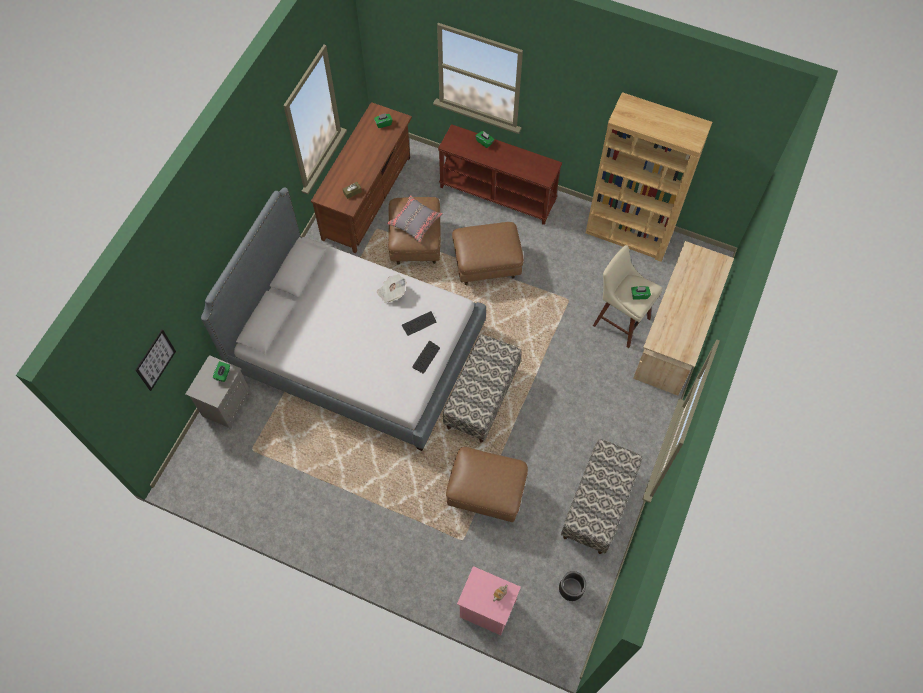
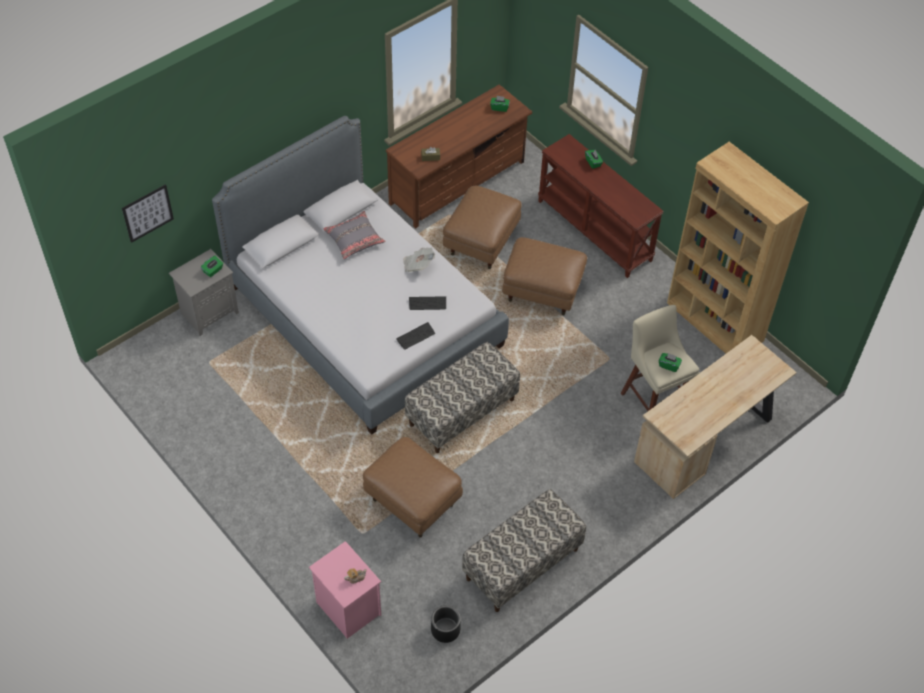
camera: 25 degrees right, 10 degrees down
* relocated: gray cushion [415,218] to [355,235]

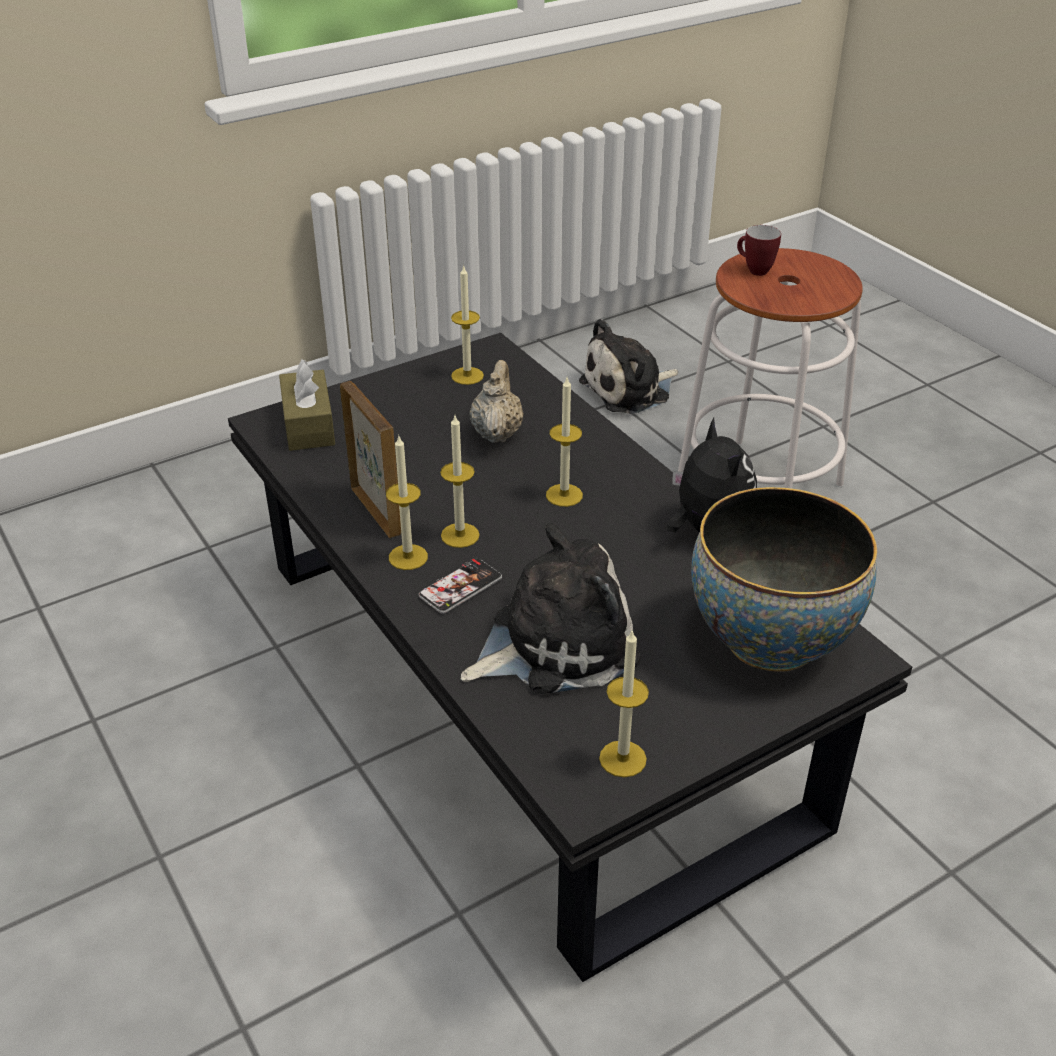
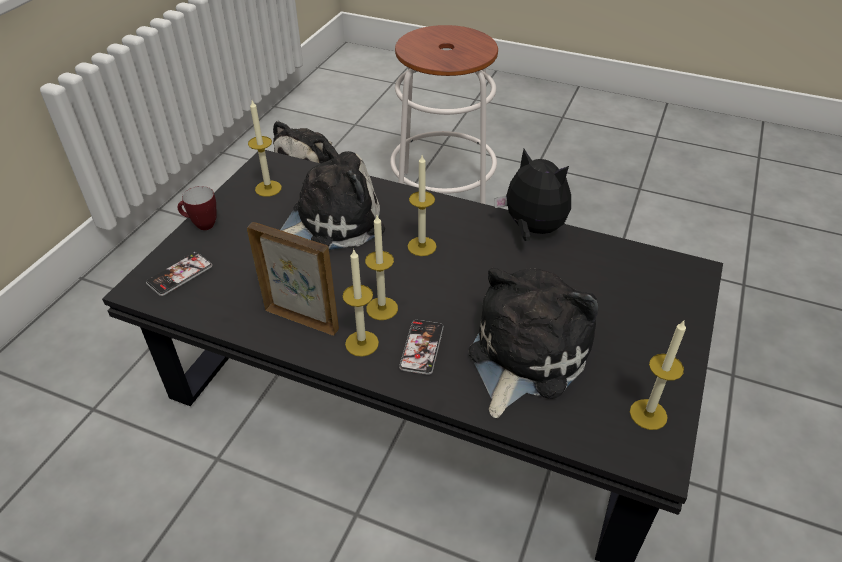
camera: 35 degrees left, 5 degrees up
* relocated: coffee mug [759,250] to [197,208]
* exchanged: brown tissue holder [307,405] to handset [179,274]
* exchanged: beige pot for tea [496,401] to cuddly toy [333,195]
* missing: deep dish [784,579]

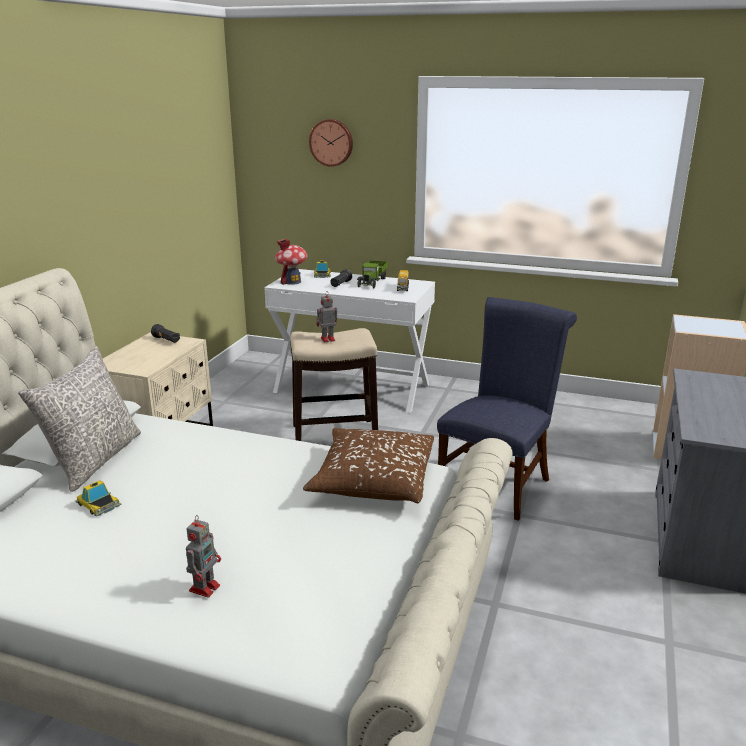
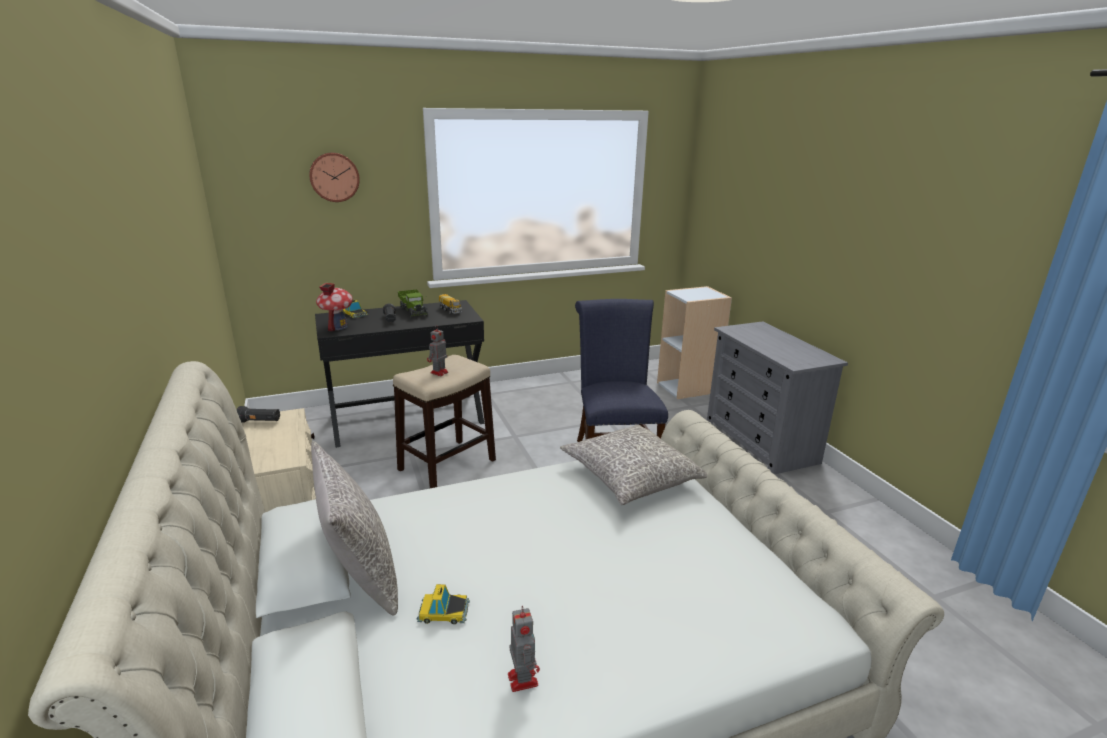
camera: 40 degrees left, 0 degrees up
* colour: white-coloured desk table [349,341] to black desk table [400,374]
* colour: brown cushion [368,465] to gray cushion [634,464]
* relocated: toy robot [203,556] to [524,649]

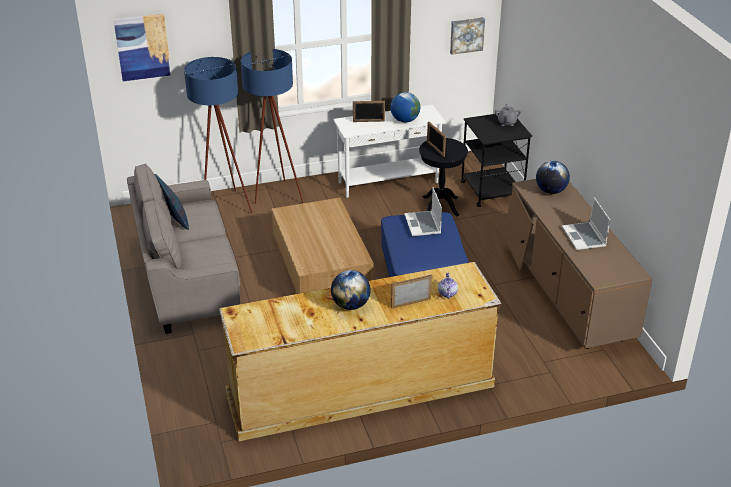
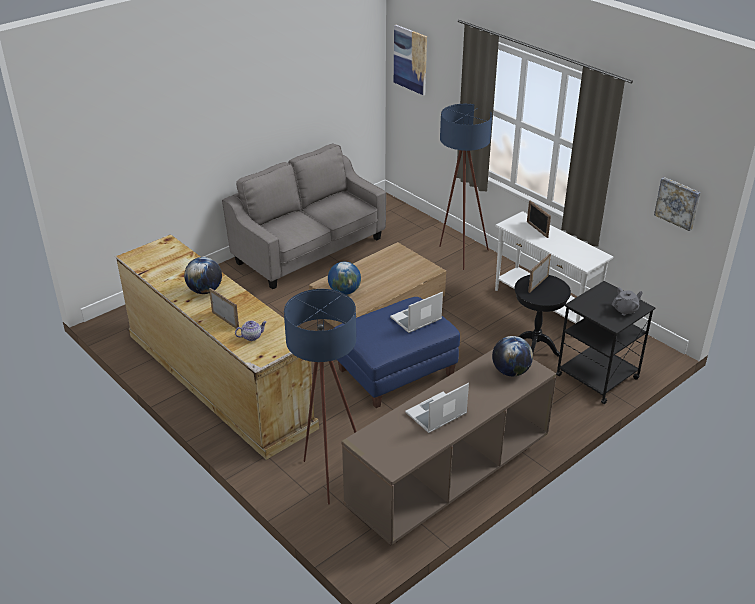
camera: 65 degrees right, 0 degrees up
* relocated: blue-coloured floor lamp [218,135] to [320,397]
* relocated: desk globe [405,107] to [344,278]
* missing: blue-coloured cushion [172,202]

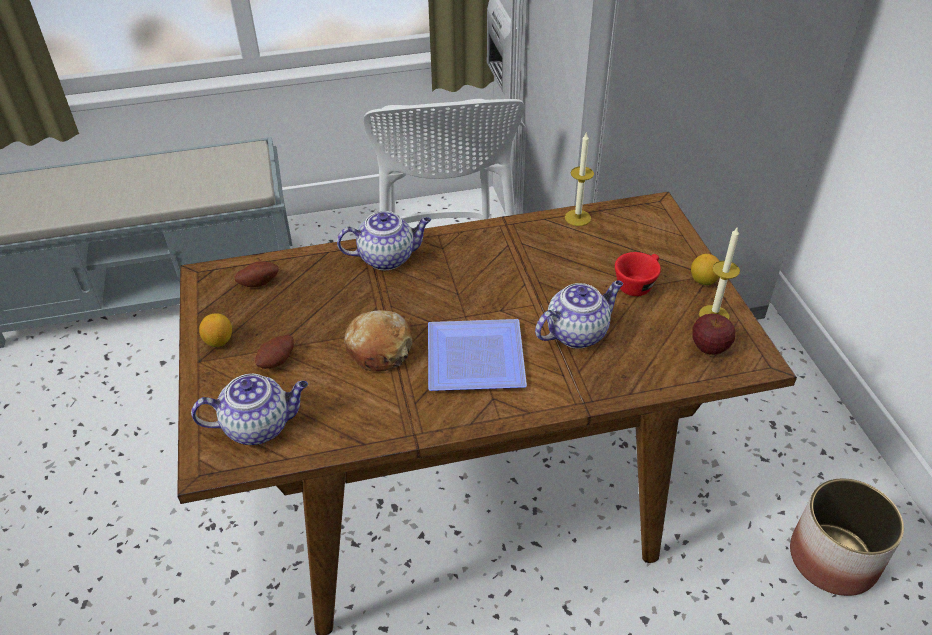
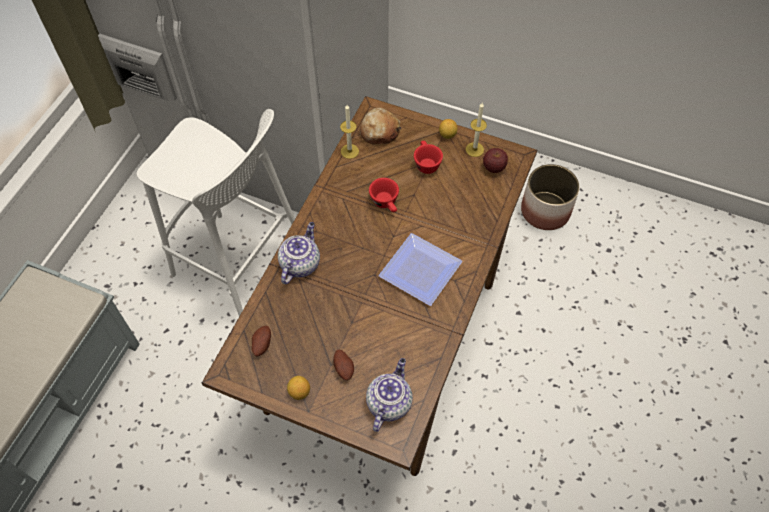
camera: 55 degrees left, 15 degrees up
* missing: pot for tea [579,315]
* relocated: bread [378,341] to [380,126]
* appeared: red-coloured cup [384,195]

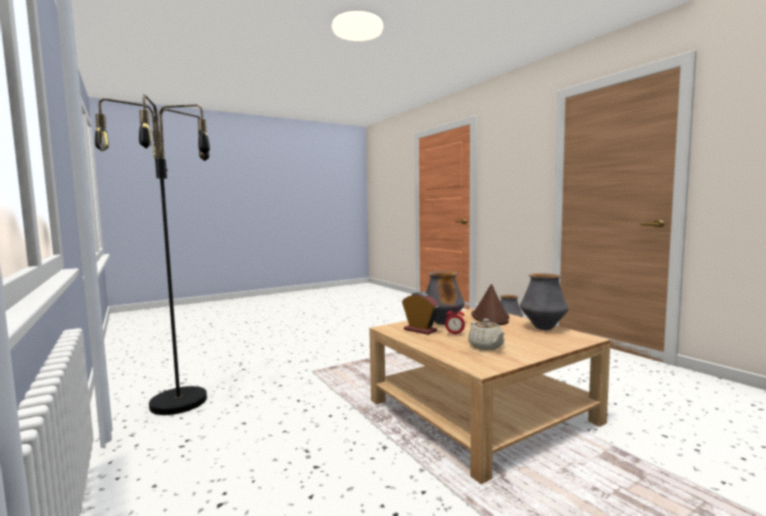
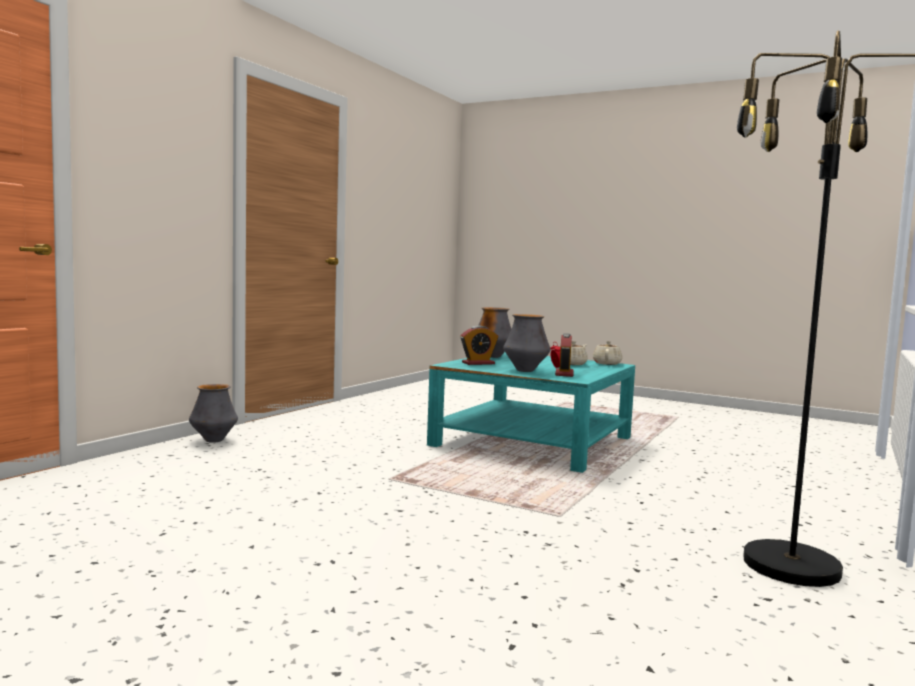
camera: 120 degrees left, 0 degrees up
* exchanged: brown hat [490,304] to table clock [479,345]
* colour: beige coffee table [489,396] to turquoise-coloured coffee table [531,412]
* appeared: beige pot for tea [607,353]

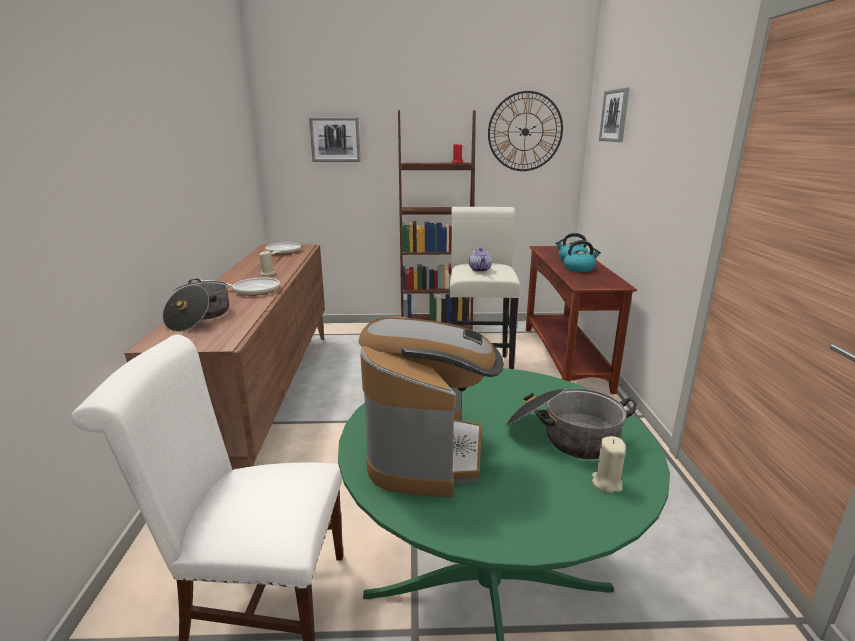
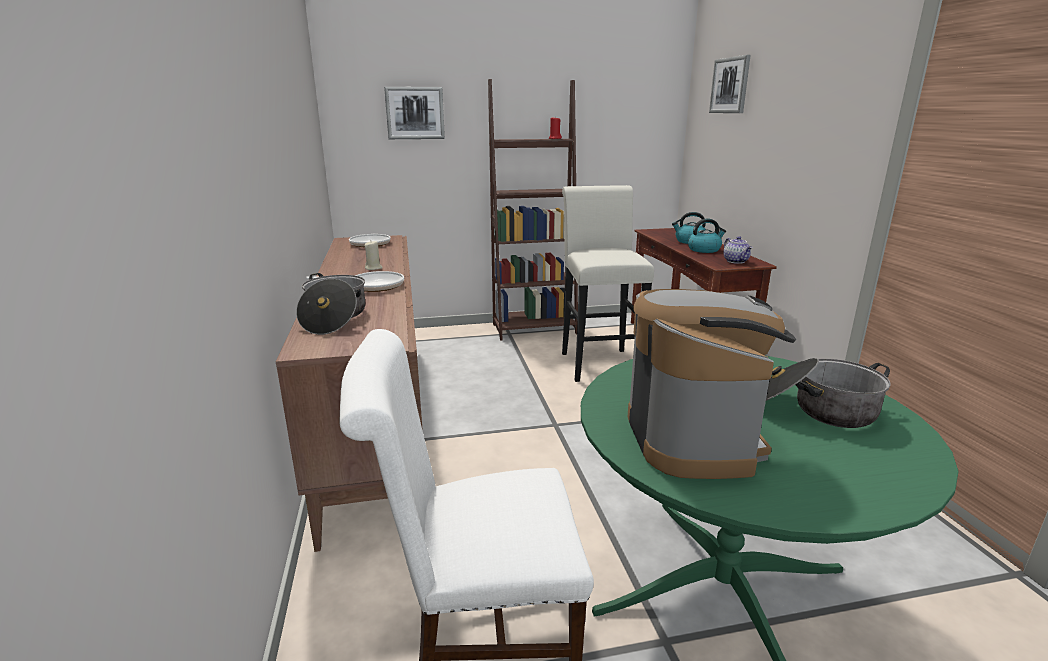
camera: 10 degrees left, 0 degrees up
* missing: wall clock [525,131]
* relocated: pot for tea [480,260] to [738,250]
* missing: beige candle [609,464]

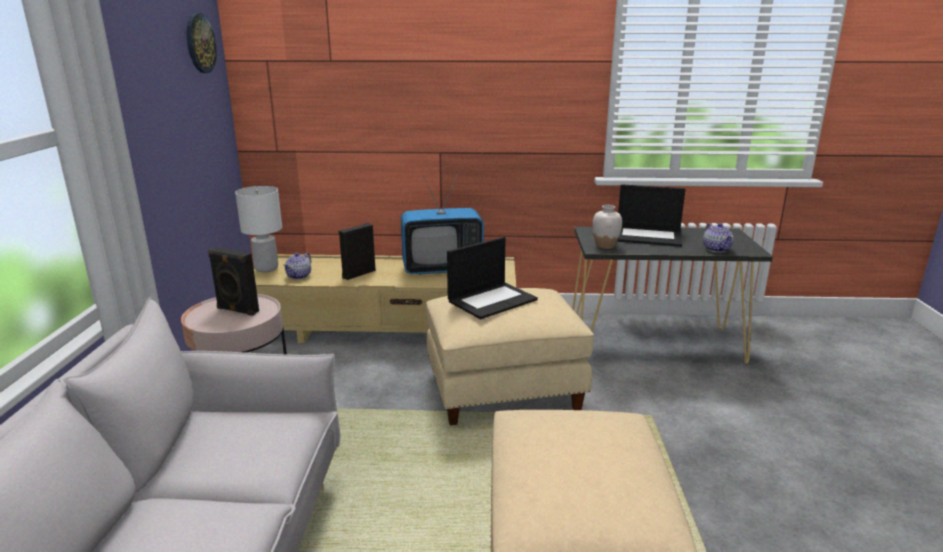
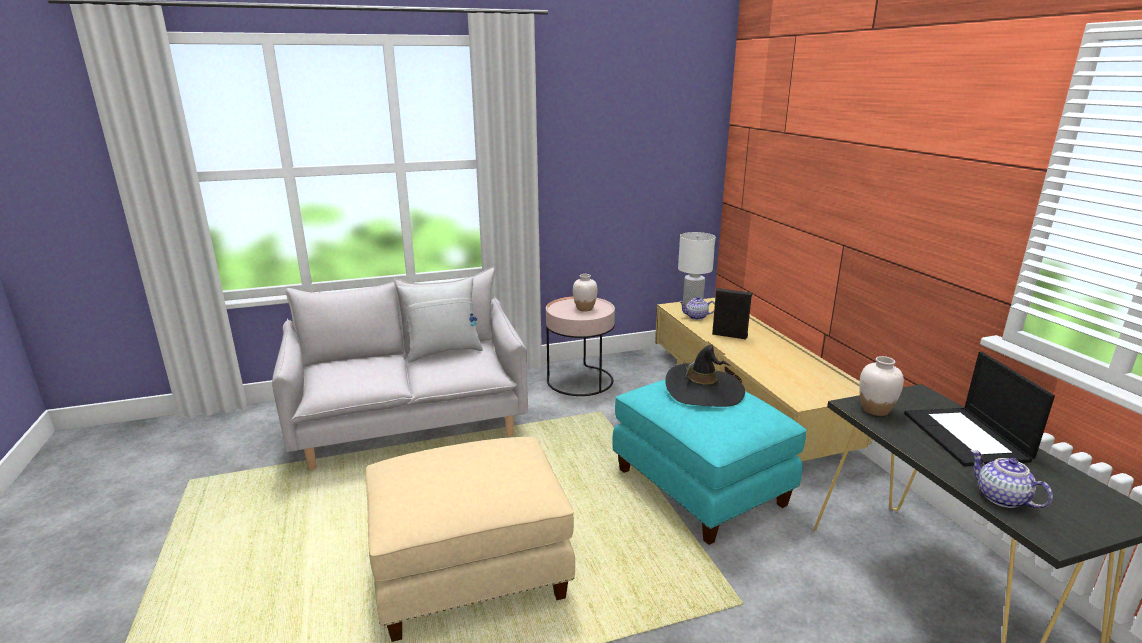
camera: 70 degrees right, 0 degrees up
* missing: wall clock [202,43]
* missing: TV set [442,224]
* spun: pot for tea [718,238] = [1011,479] 90 degrees clockwise
* exchanged: notebook computer [492,278] to black hat [705,376]
* exchanged: black speaker [233,281] to white-coloured vase [585,293]
* colour: beige ottoman [510,356] to turquoise-coloured ottoman [709,462]
* appeared: gray cushion [440,319]

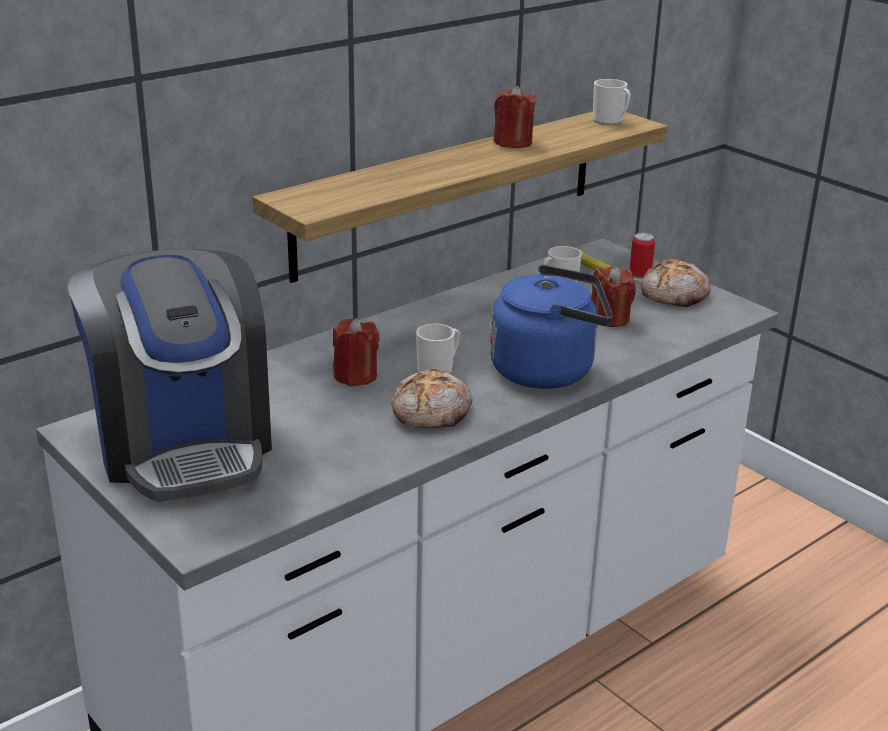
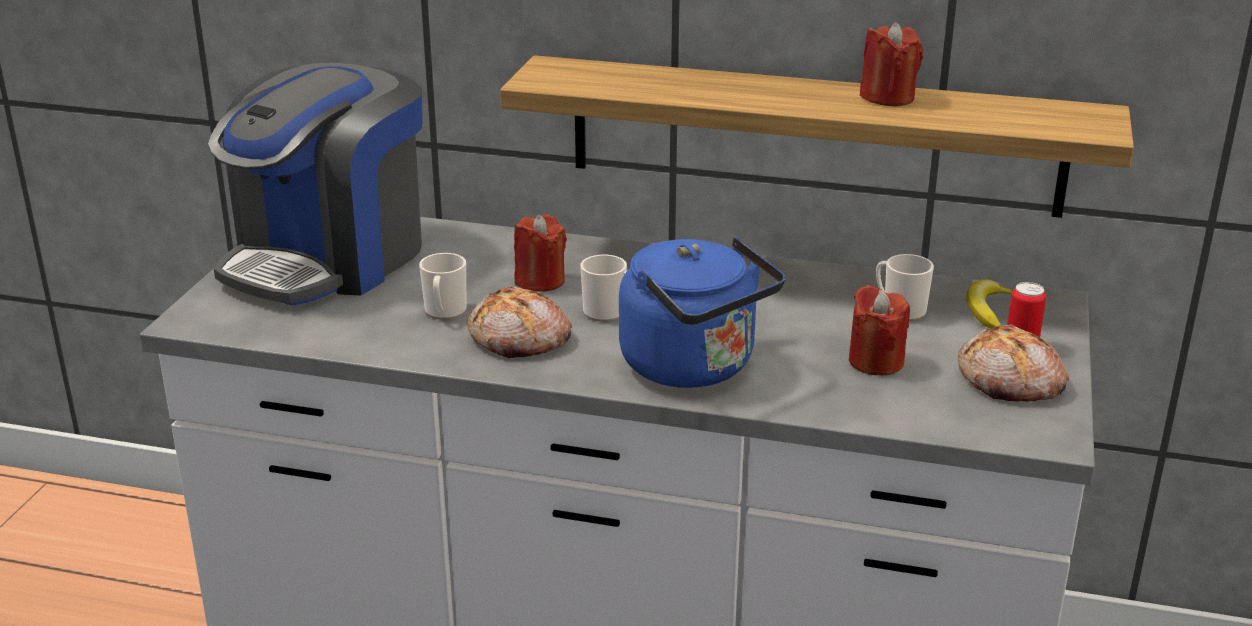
camera: 55 degrees right, 0 degrees up
* relocated: coffee mug [612,102] to [443,286]

